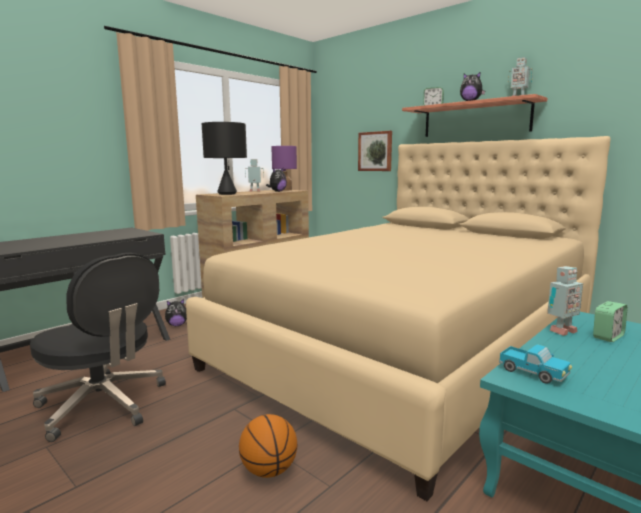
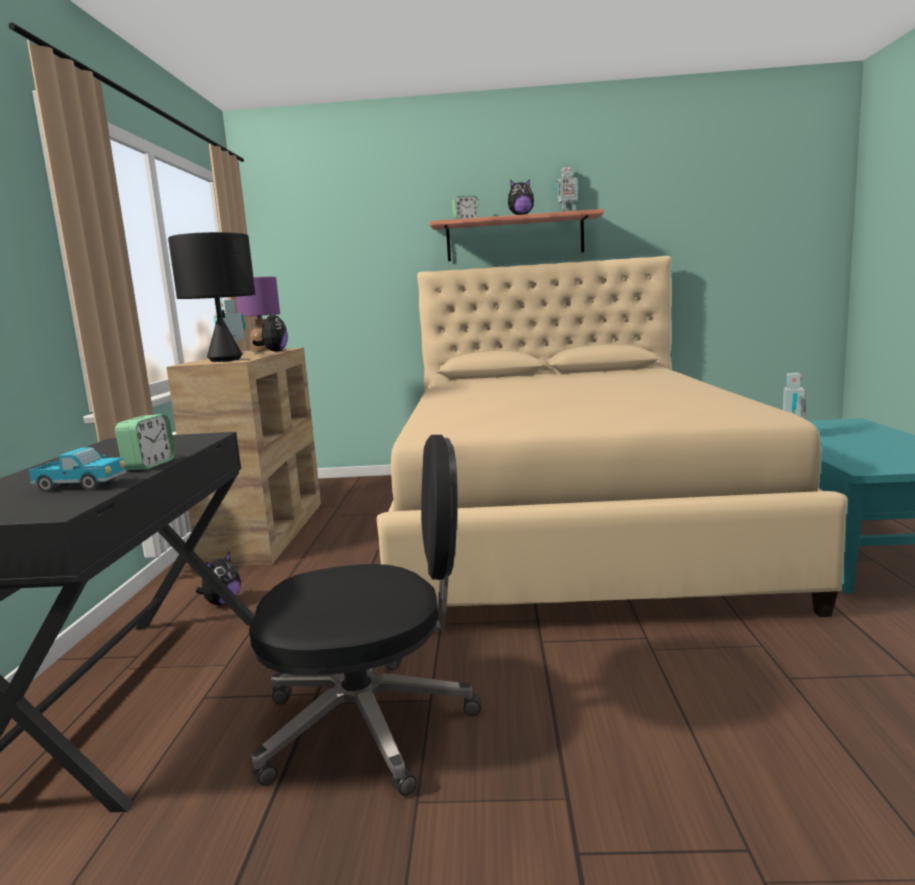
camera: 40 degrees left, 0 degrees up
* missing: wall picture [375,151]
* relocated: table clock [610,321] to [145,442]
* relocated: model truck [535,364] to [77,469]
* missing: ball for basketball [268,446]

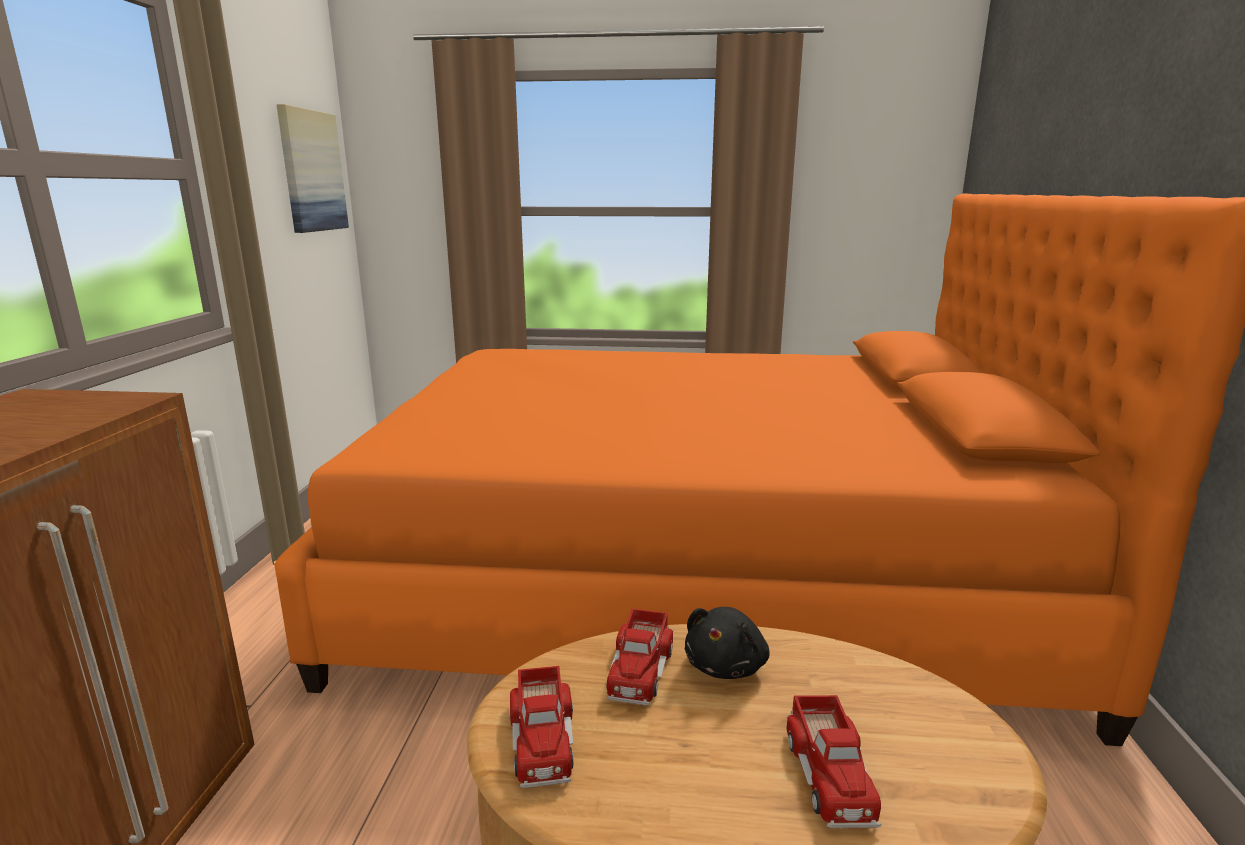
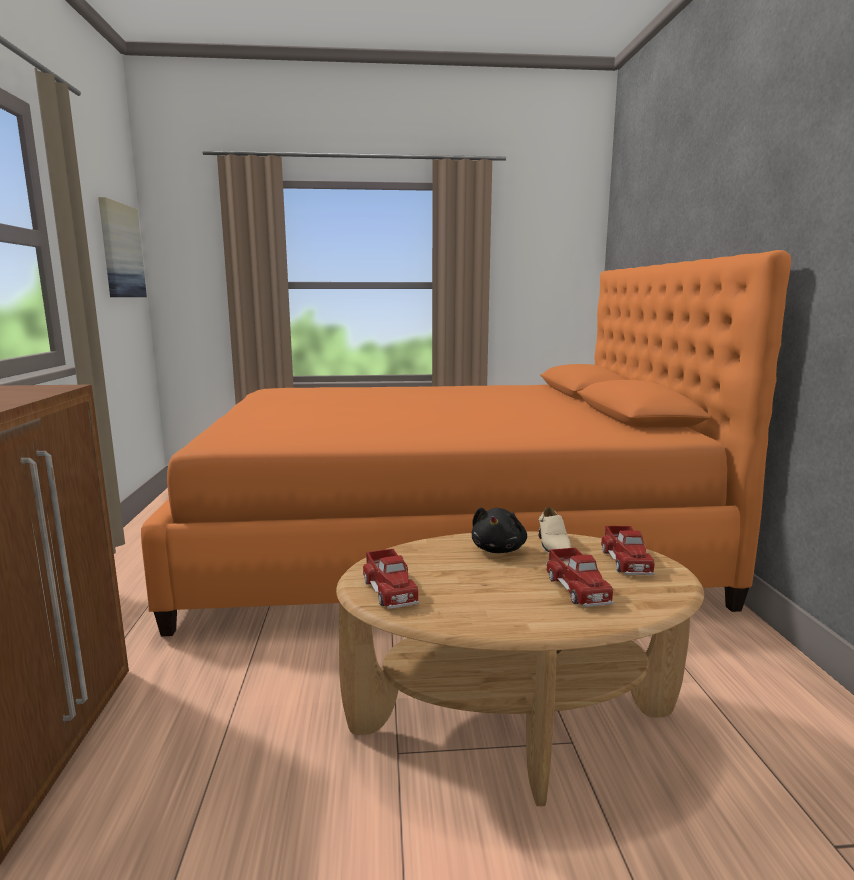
camera: 10 degrees left, 5 degrees down
* relocated: model truck [639,657] to [628,550]
* appeared: beige low shoe [554,530]

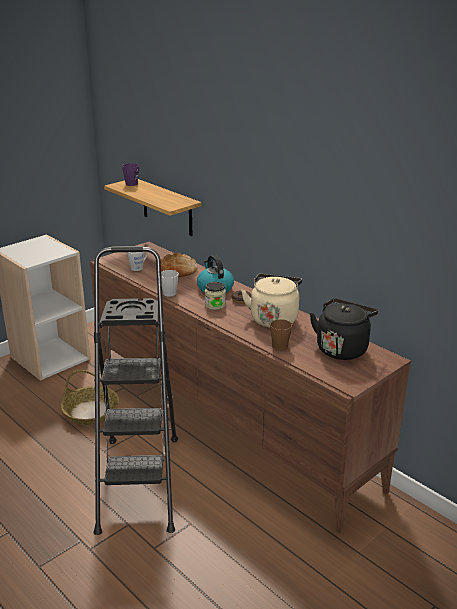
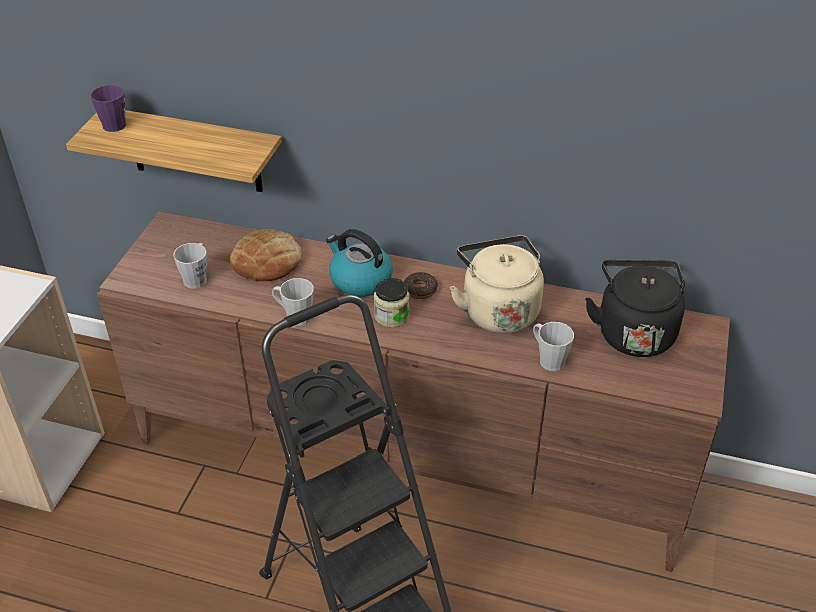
camera: 30 degrees left, 15 degrees up
* colour: brown coffee mug [281,334] to gray coffee mug [553,346]
* missing: storage basket [90,397]

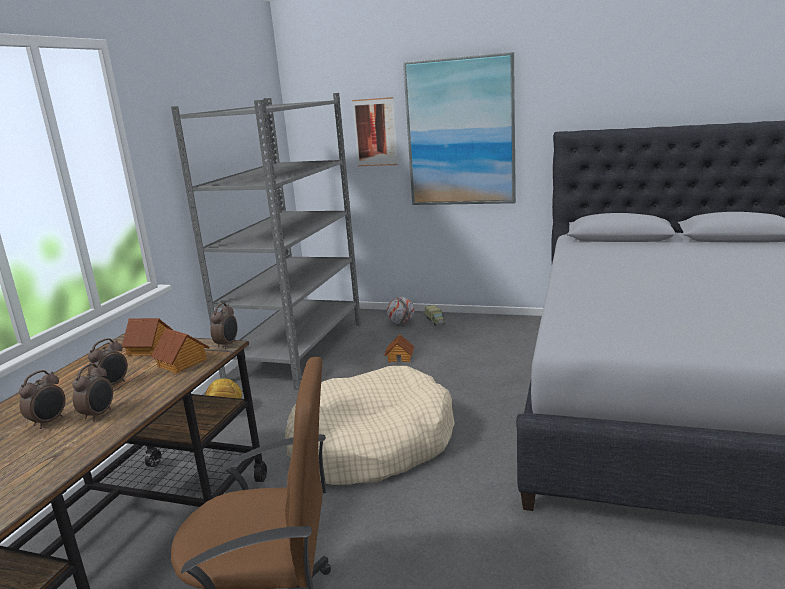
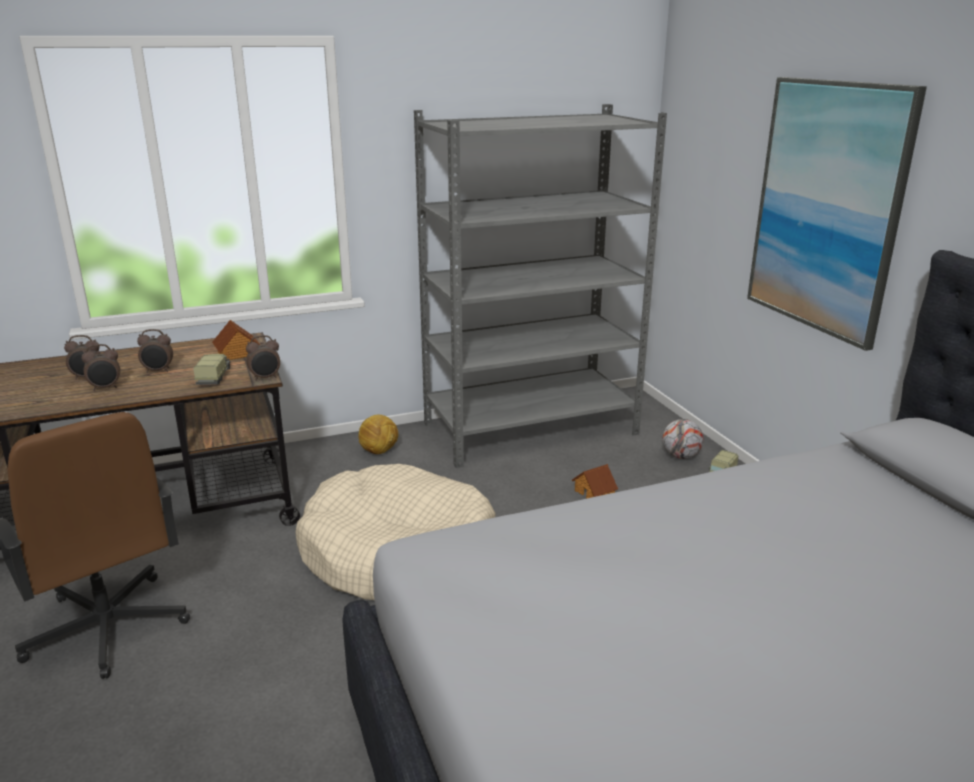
camera: 50 degrees right, 5 degrees up
* missing: wall picture [375,131]
* exchanged: miniature house [180,350] to model truck [212,369]

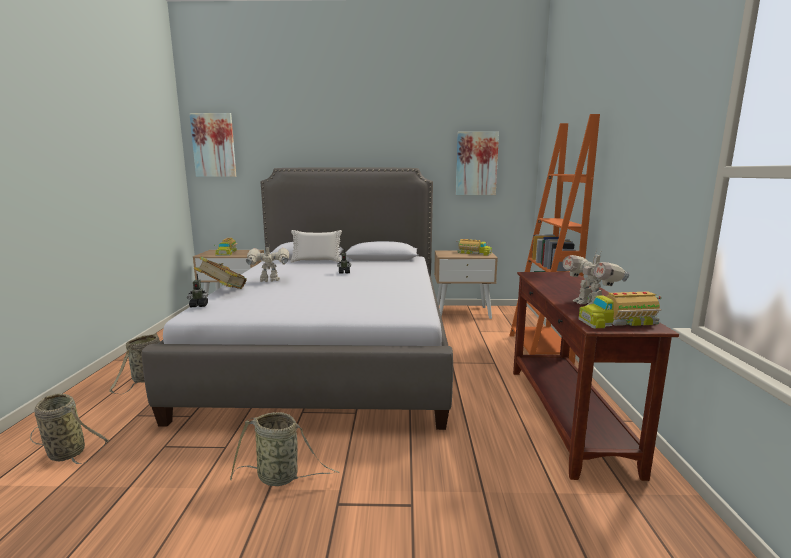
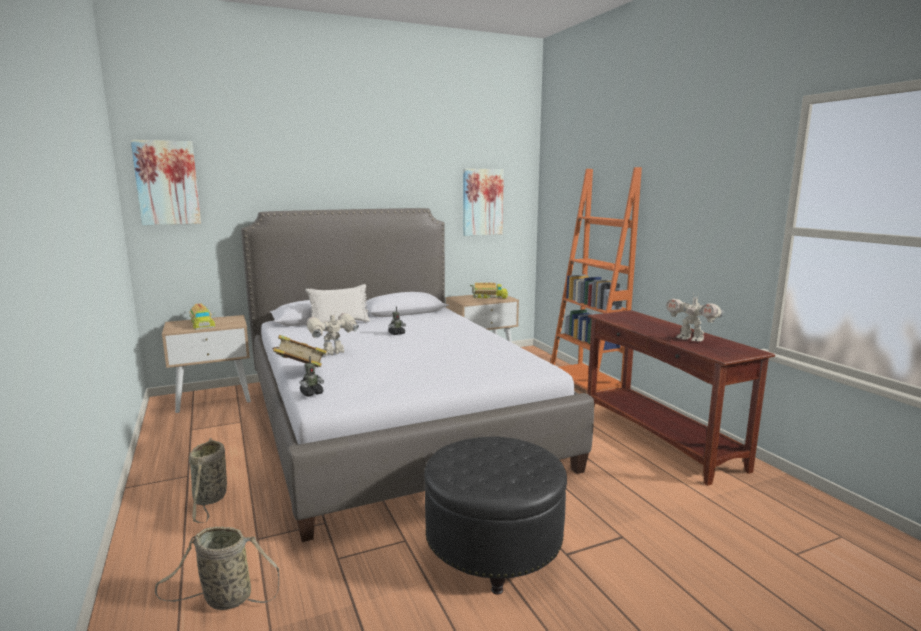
camera: 25 degrees left, 0 degrees up
* missing: model truck [620,310]
* exchanged: storage basket [285,449] to black ottoman [495,516]

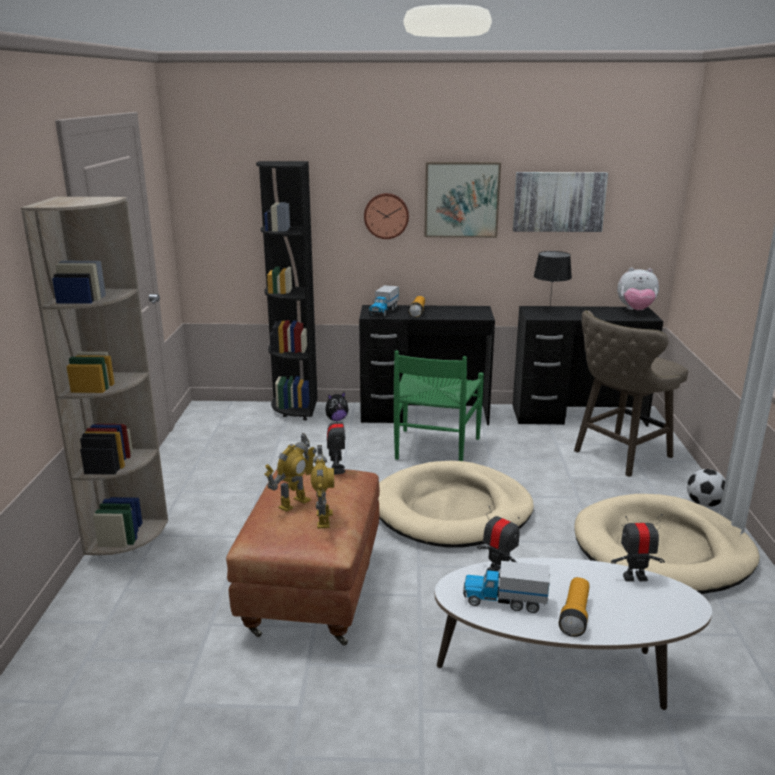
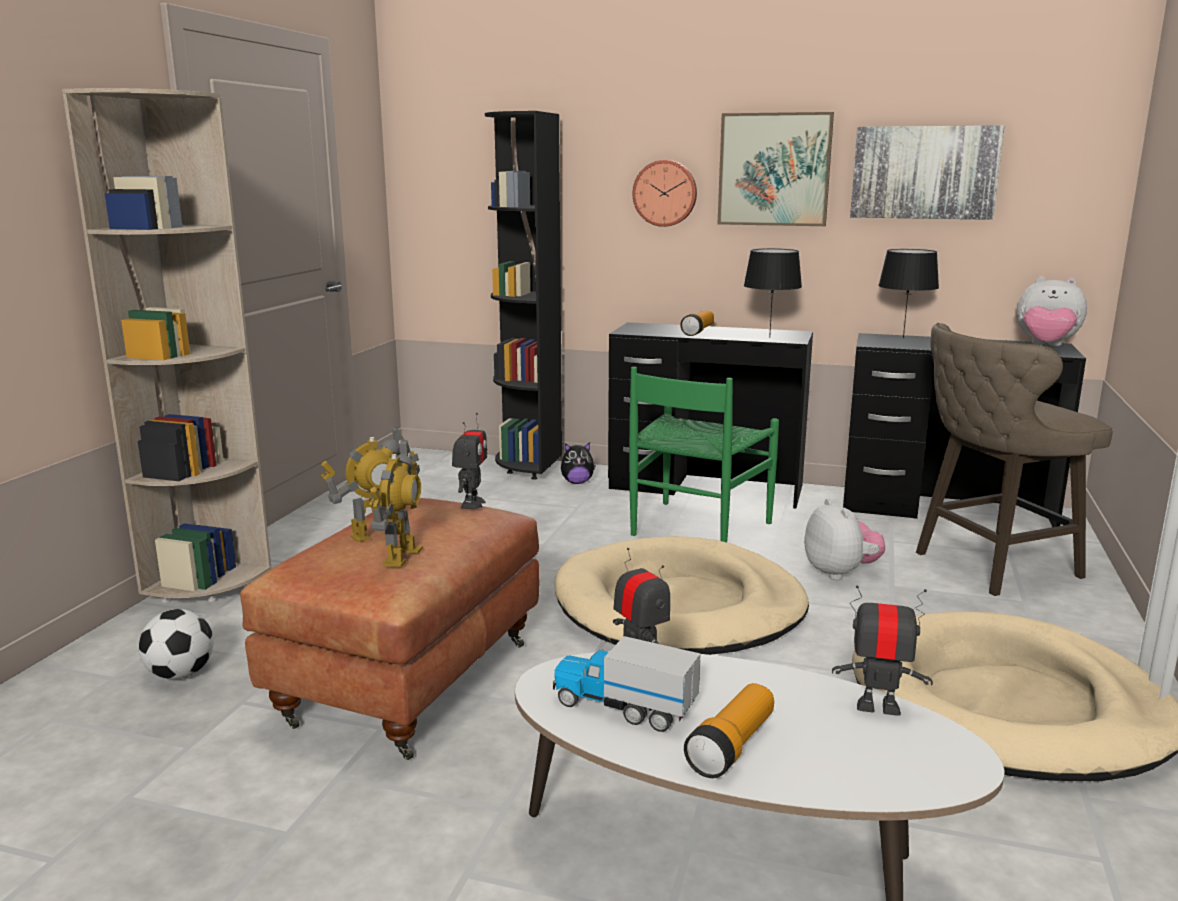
camera: 15 degrees right, 5 degrees down
* missing: model truck [383,301]
* relocated: football [706,488] to [176,644]
* appeared: black table lamp [773,293]
* appeared: cuddly toy [844,539]

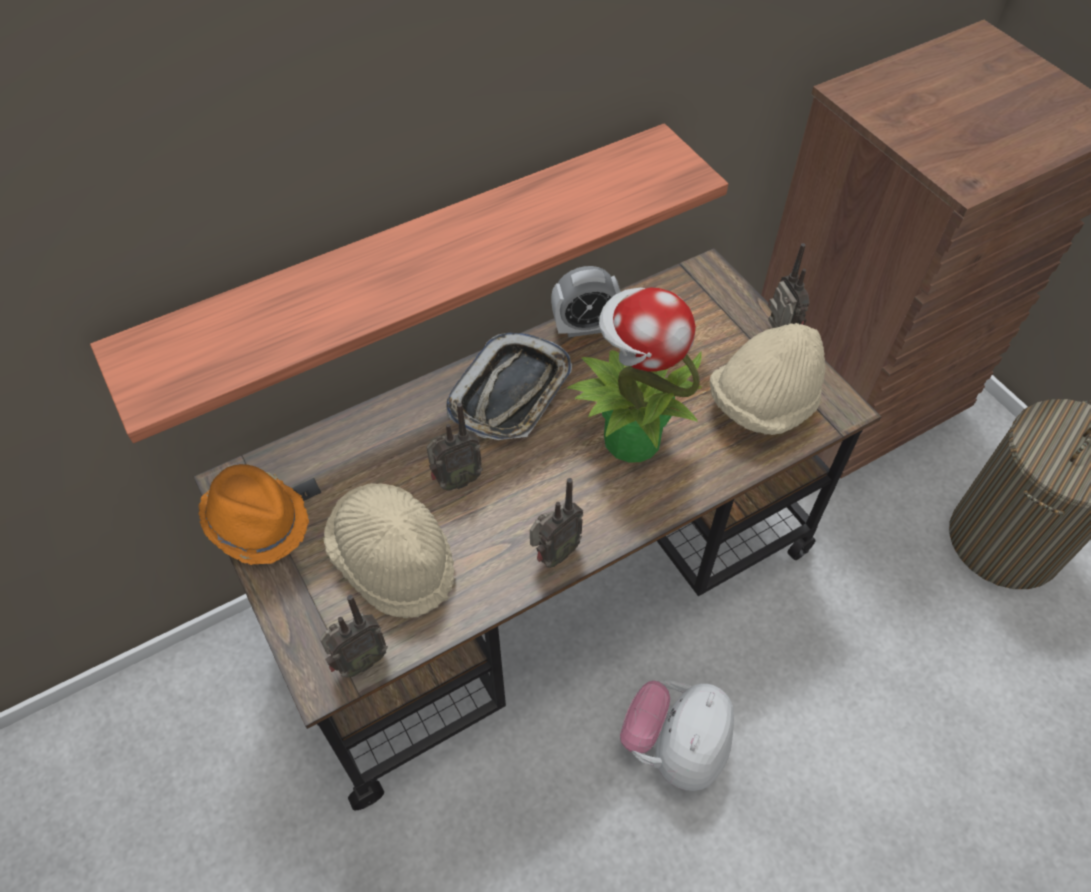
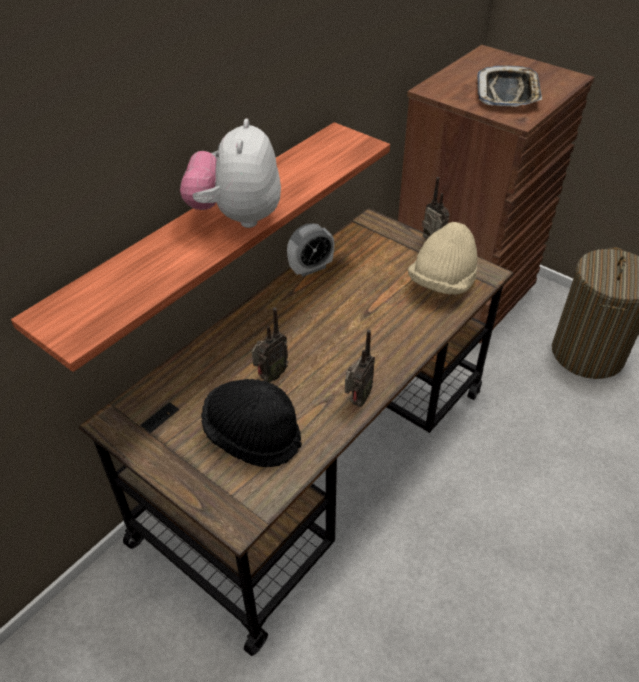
camera: 20 degrees left, 10 degrees down
* missing: potted plant [634,375]
* relocated: tray [509,386] to [509,86]
* missing: orangey hat [254,514]
* colour: beige hat [389,551] to black hat [251,423]
* missing: radio set [354,636]
* relocated: cuddly toy [677,735] to [230,173]

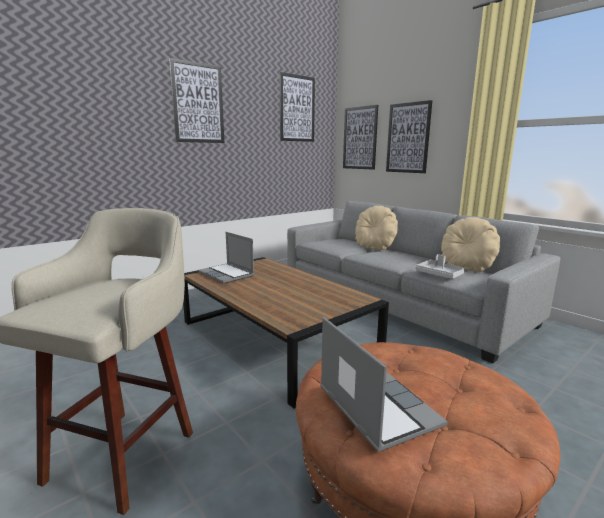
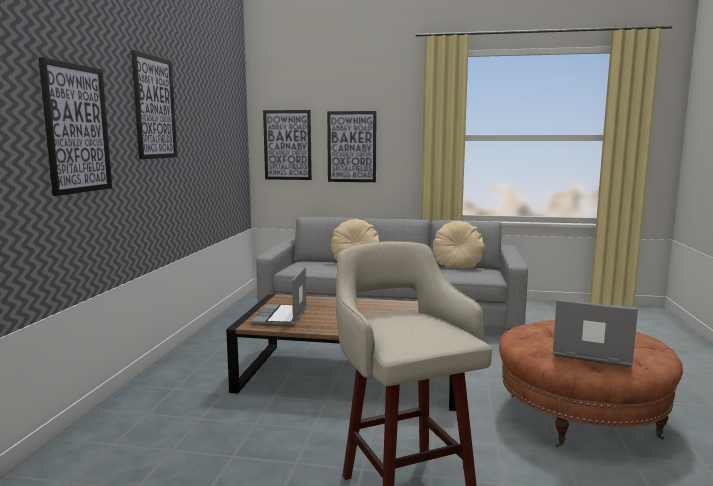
camera: 40 degrees left, 5 degrees down
* relocated: wall picture [297,107] to [75,126]
* spun: notebook computer [226,258] = [279,296] 90 degrees clockwise
* missing: gray tray [439,266]

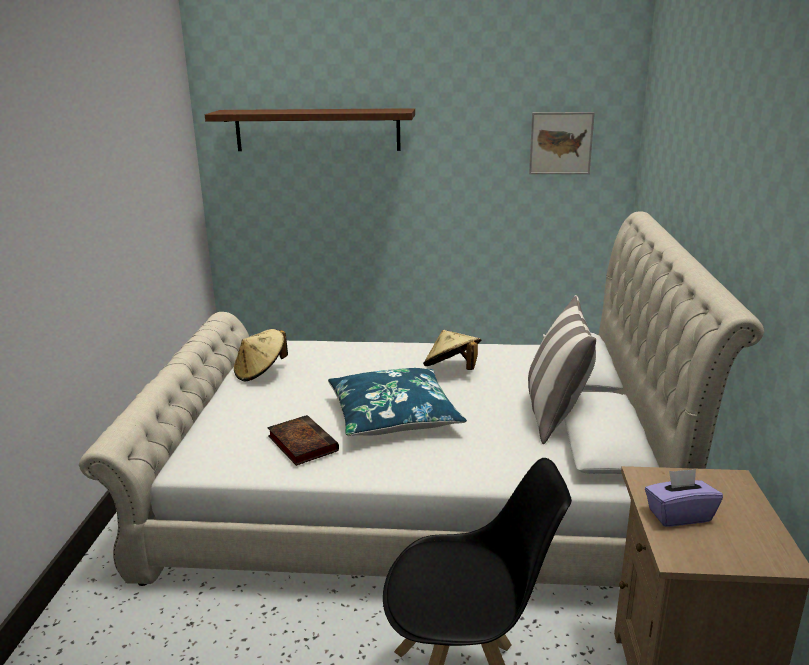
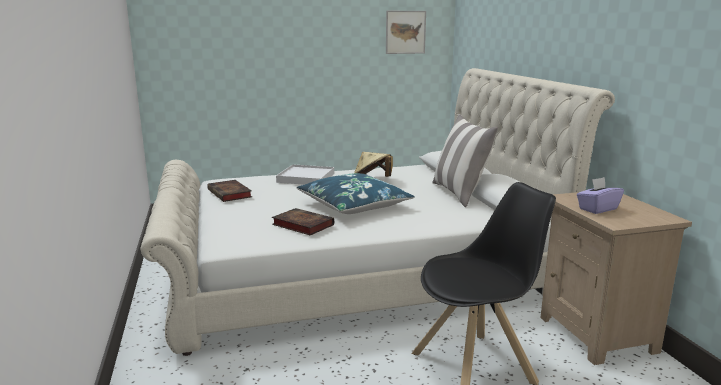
camera: 20 degrees left, 5 degrees down
* missing: brown shelf [310,129]
* exchanged: beige hat [261,355] to volume [229,191]
* appeared: white-coloured tray [305,174]

